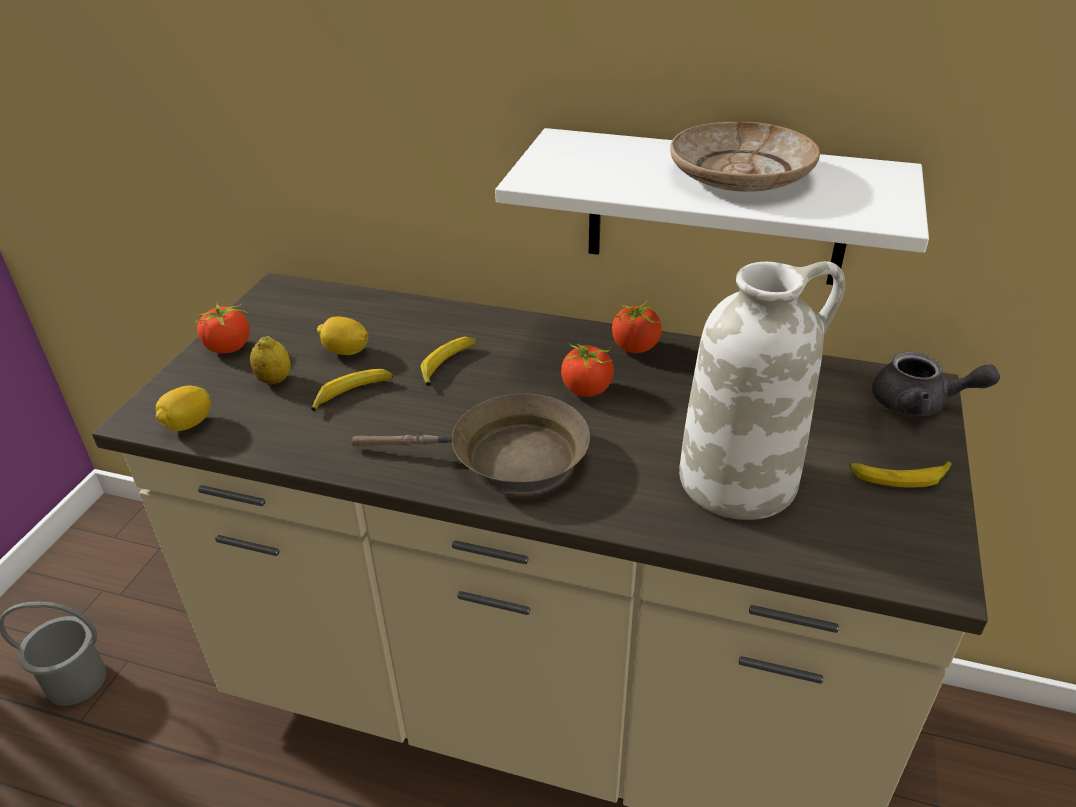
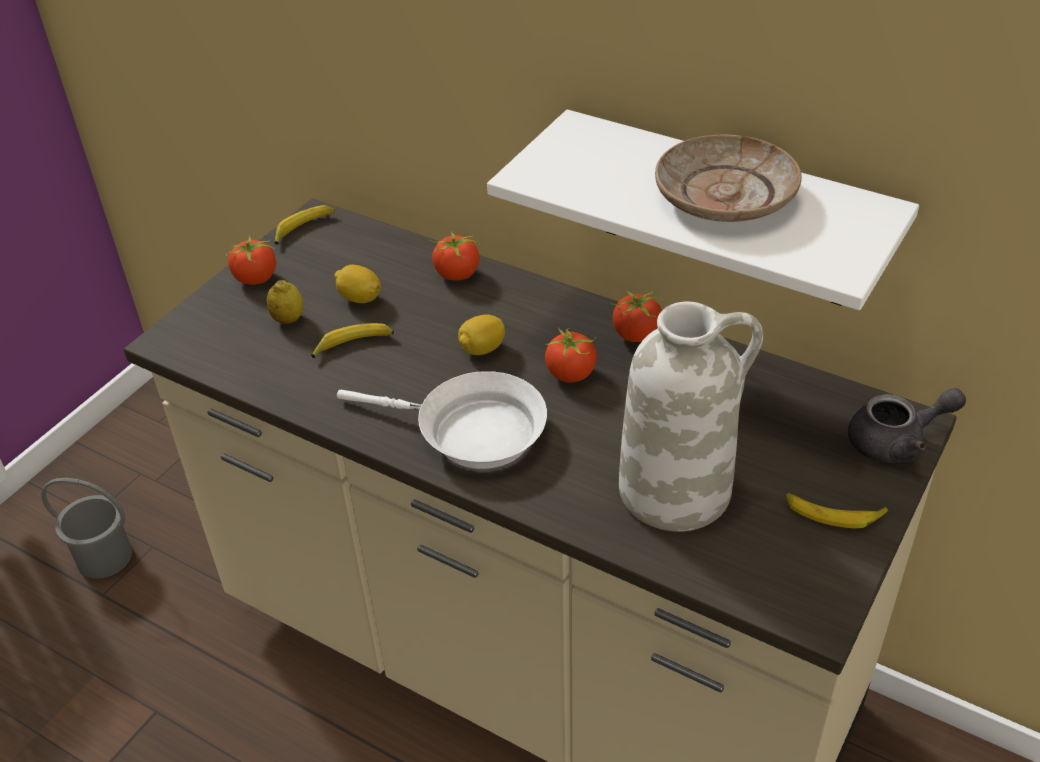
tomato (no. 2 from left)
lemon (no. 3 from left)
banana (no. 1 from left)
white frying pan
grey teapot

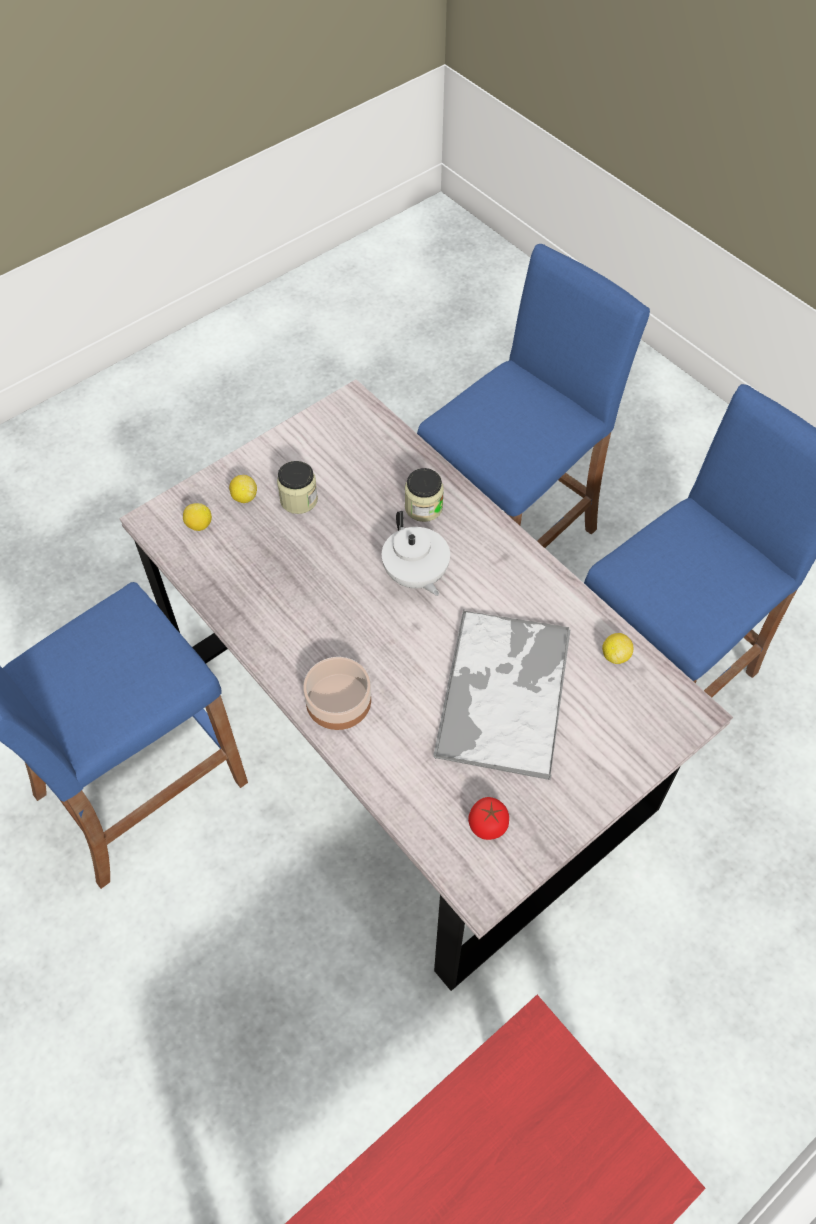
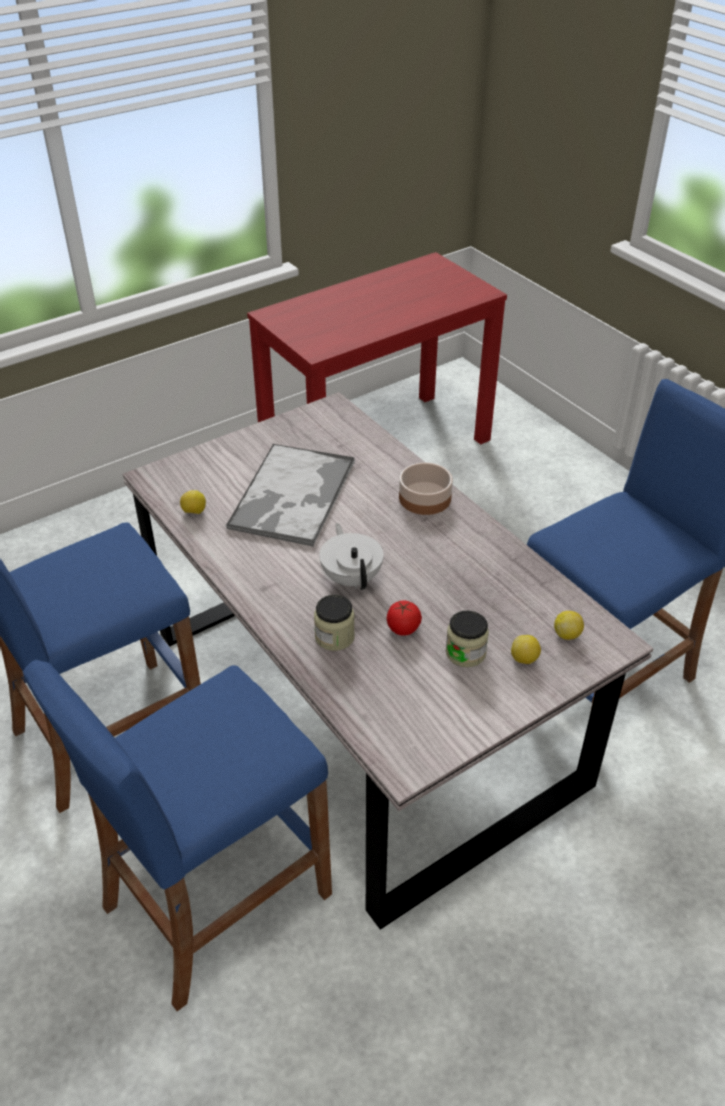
tomato

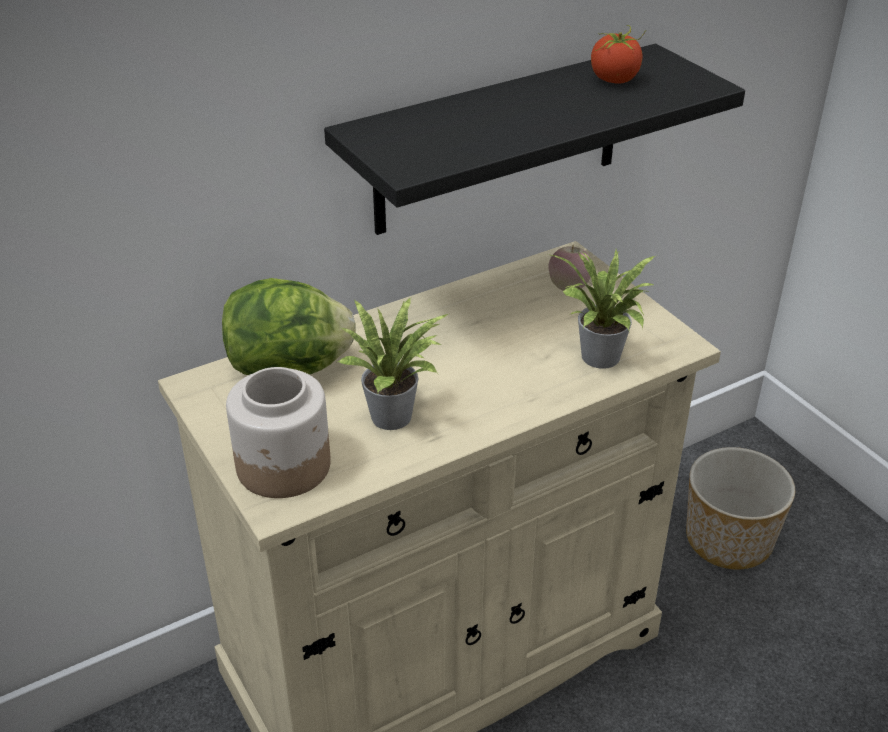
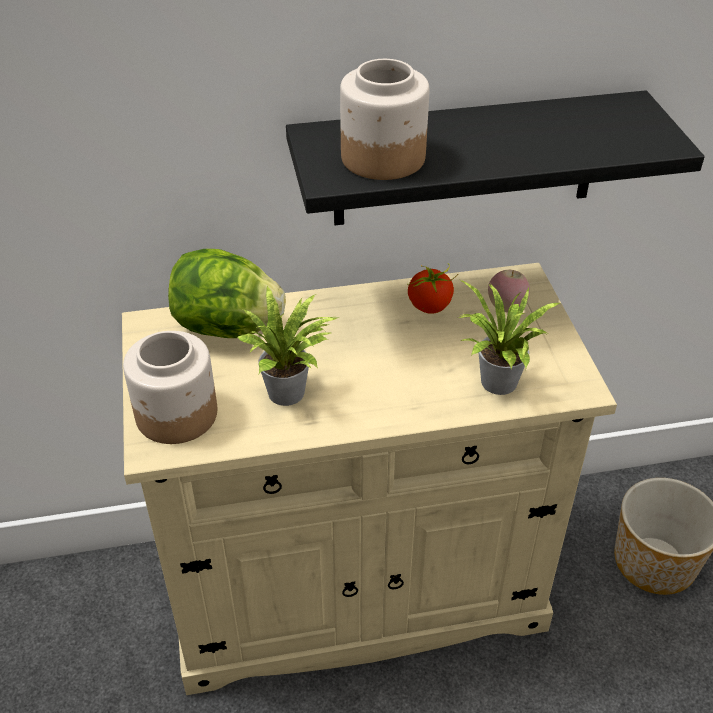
jar (no. 2 from left)
tomato

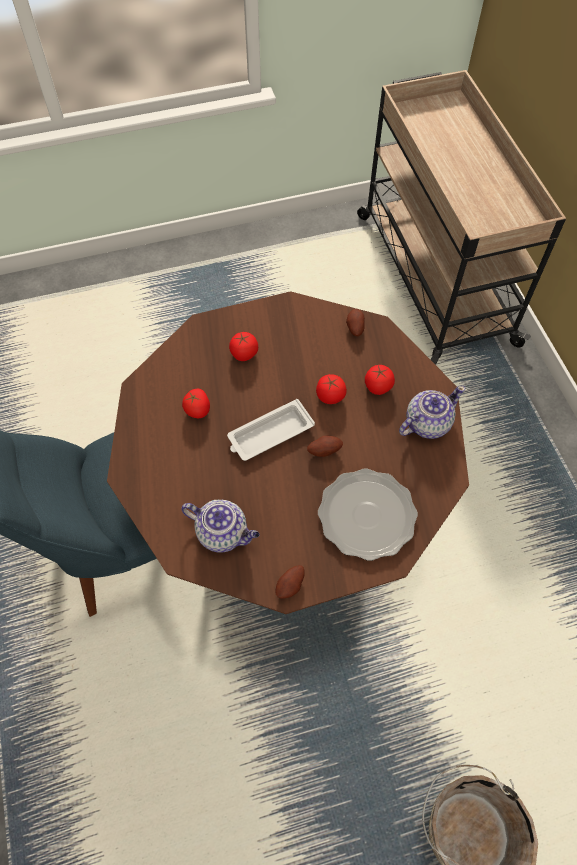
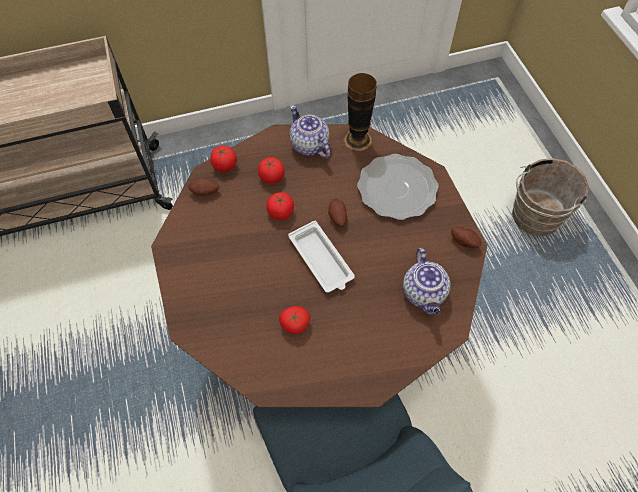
vase
tomato (no. 1 from left)
teapot (no. 2 from left)

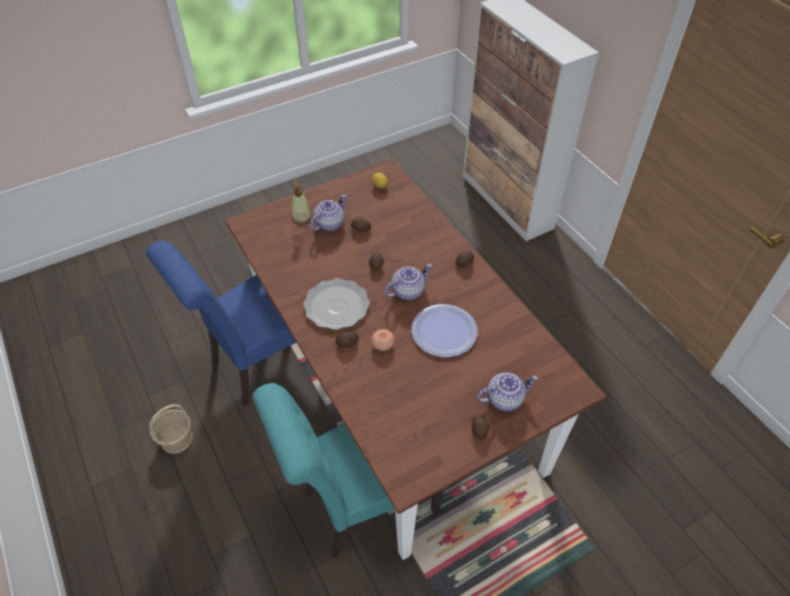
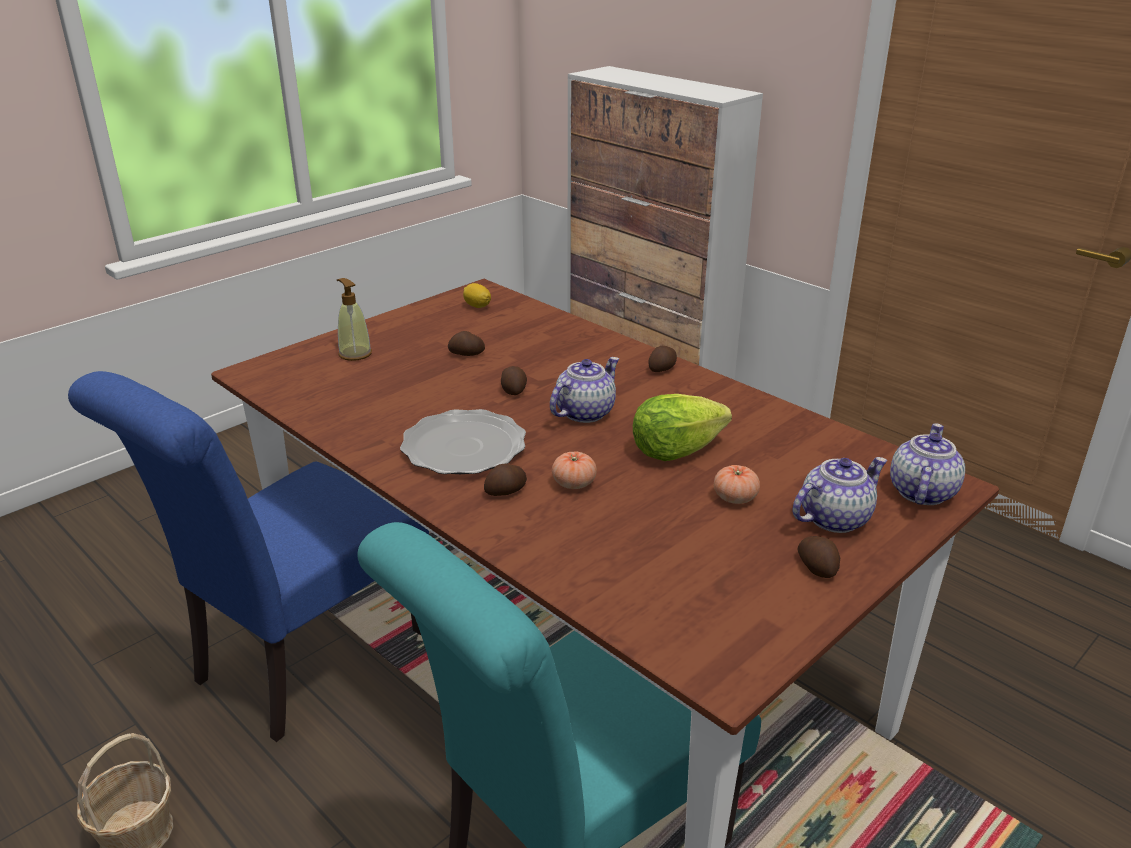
tomato (no. 2 from left)
teapot (no. 3 from left)
lettuce

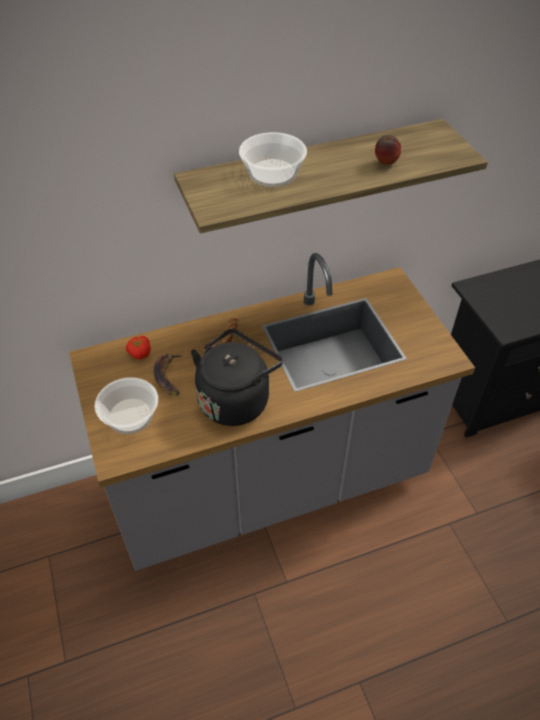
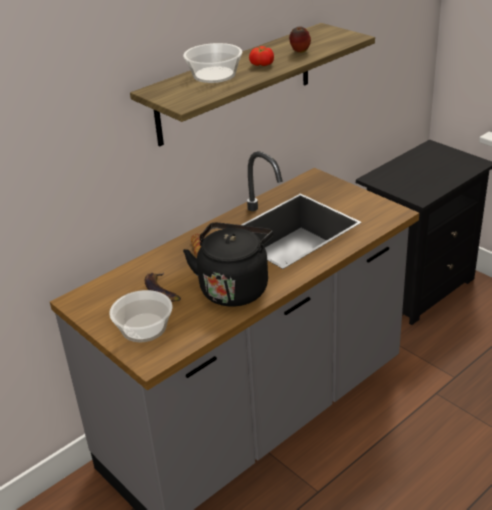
tomato

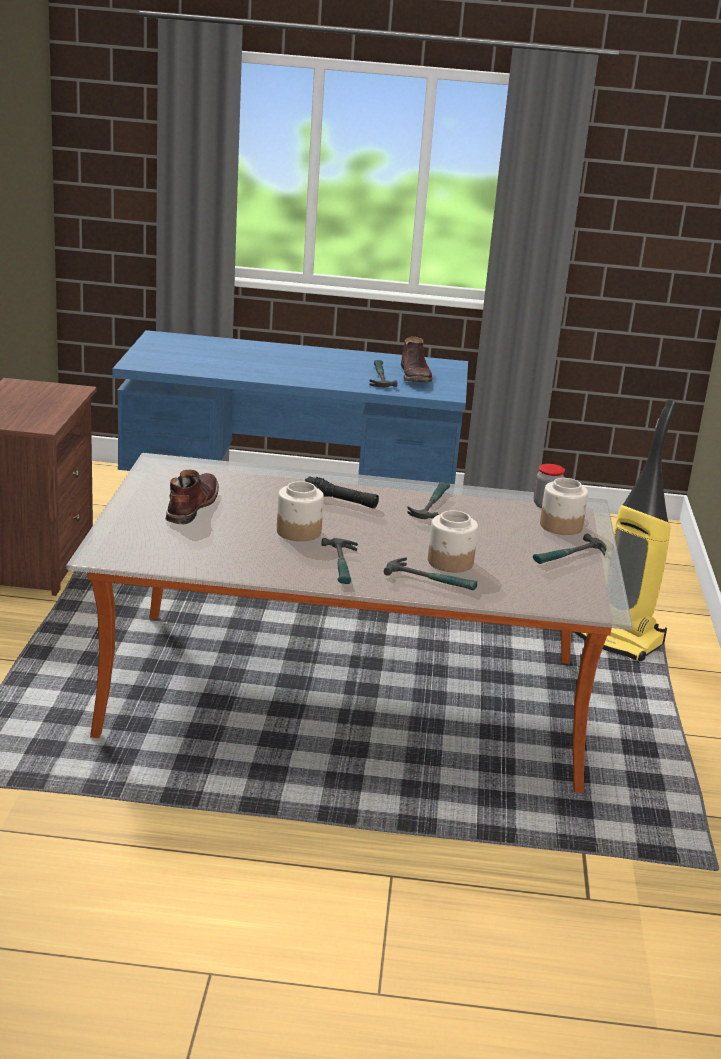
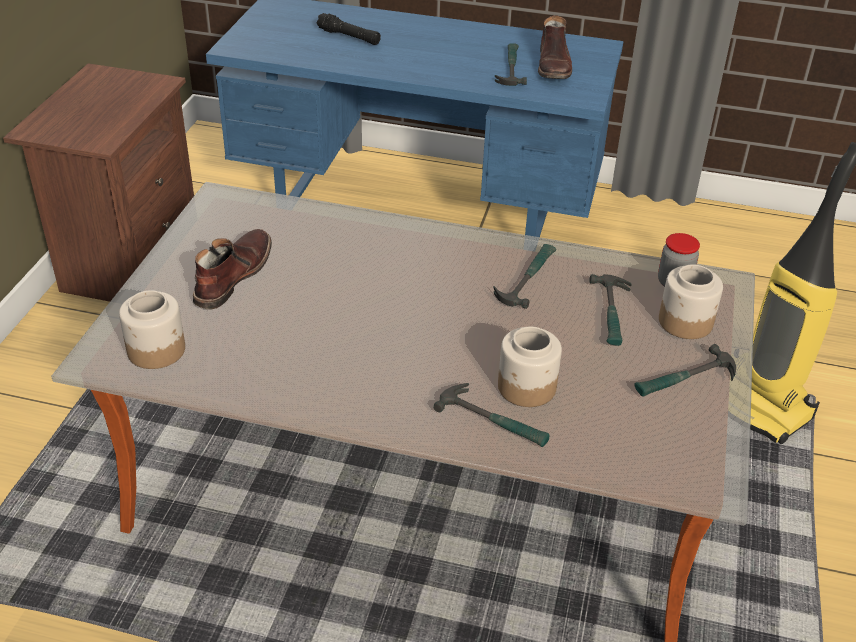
jar (no. 1 from left)
black flashlight
hammer (no. 4 from left)

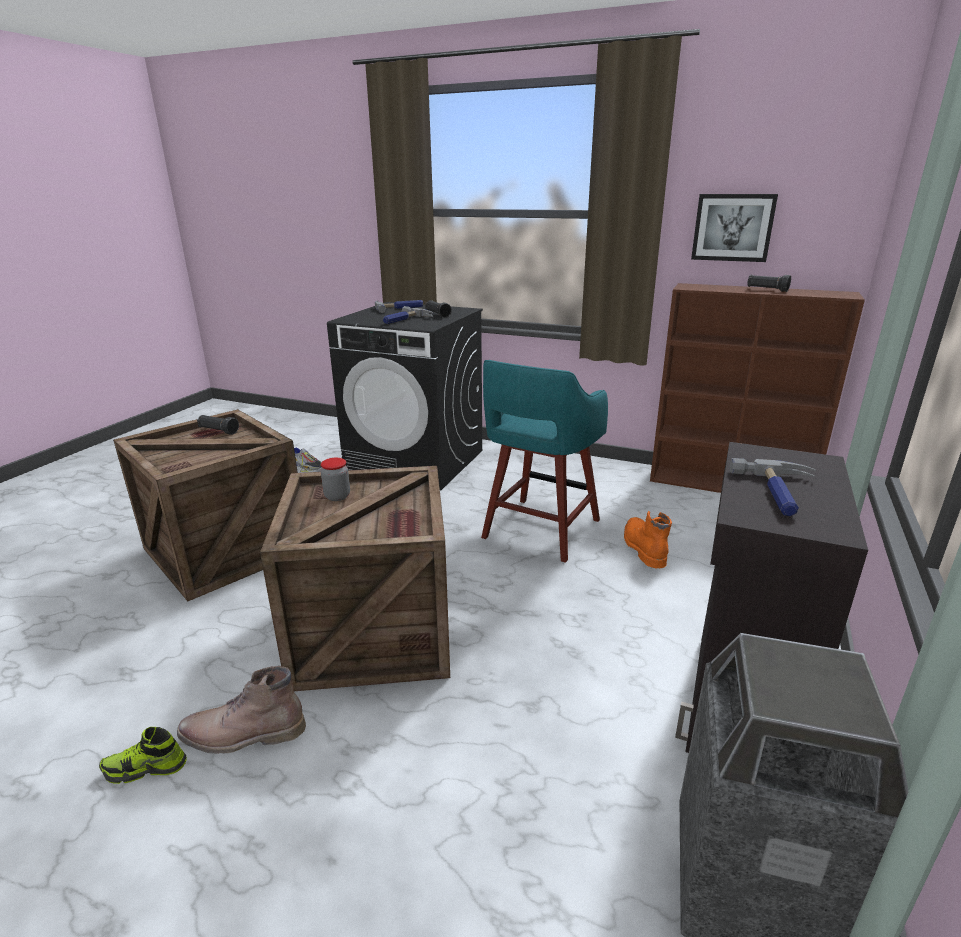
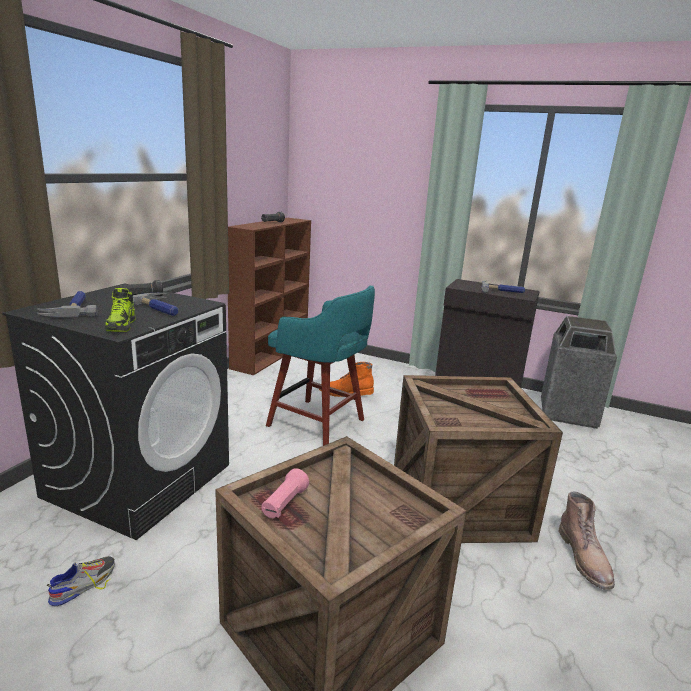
jar
picture
shoe (no. 2 from left)
pink flashlight

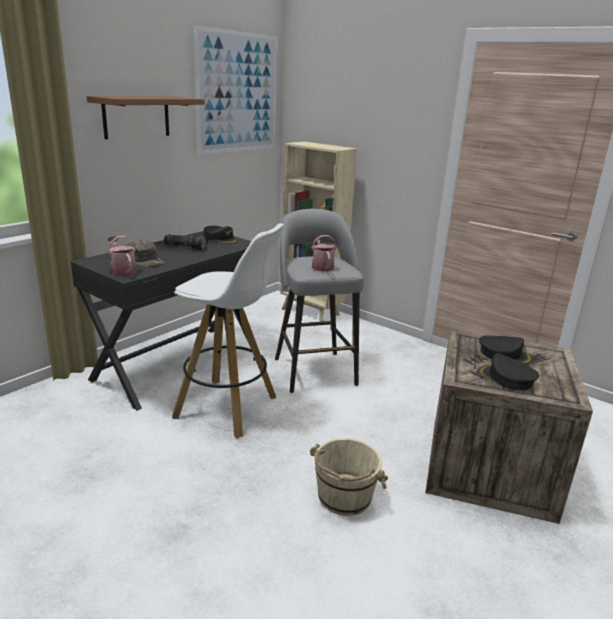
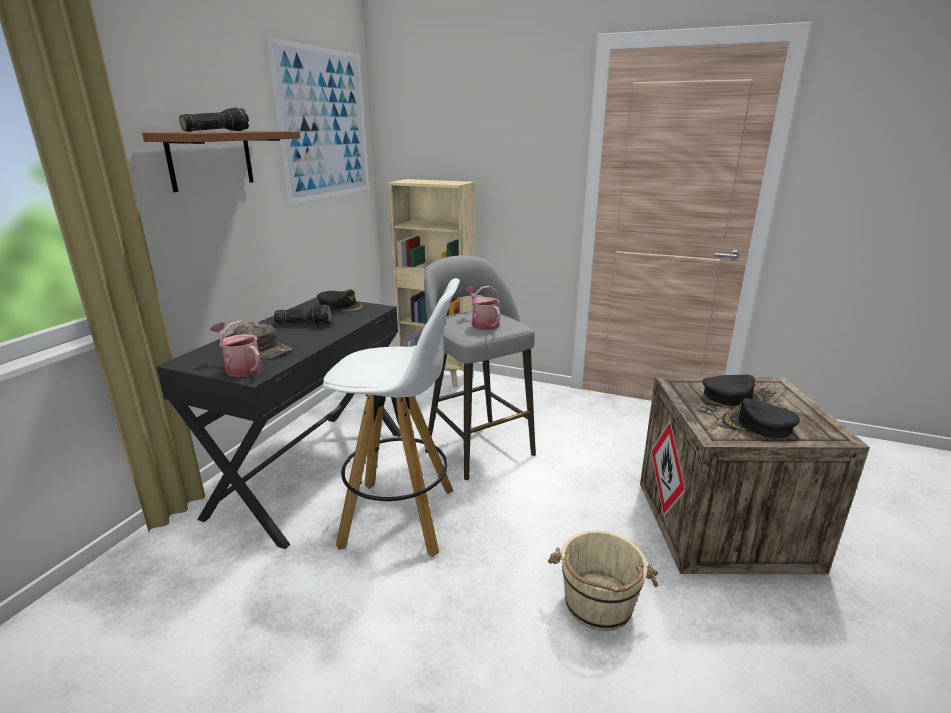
flashlight (no. 1 from left)

